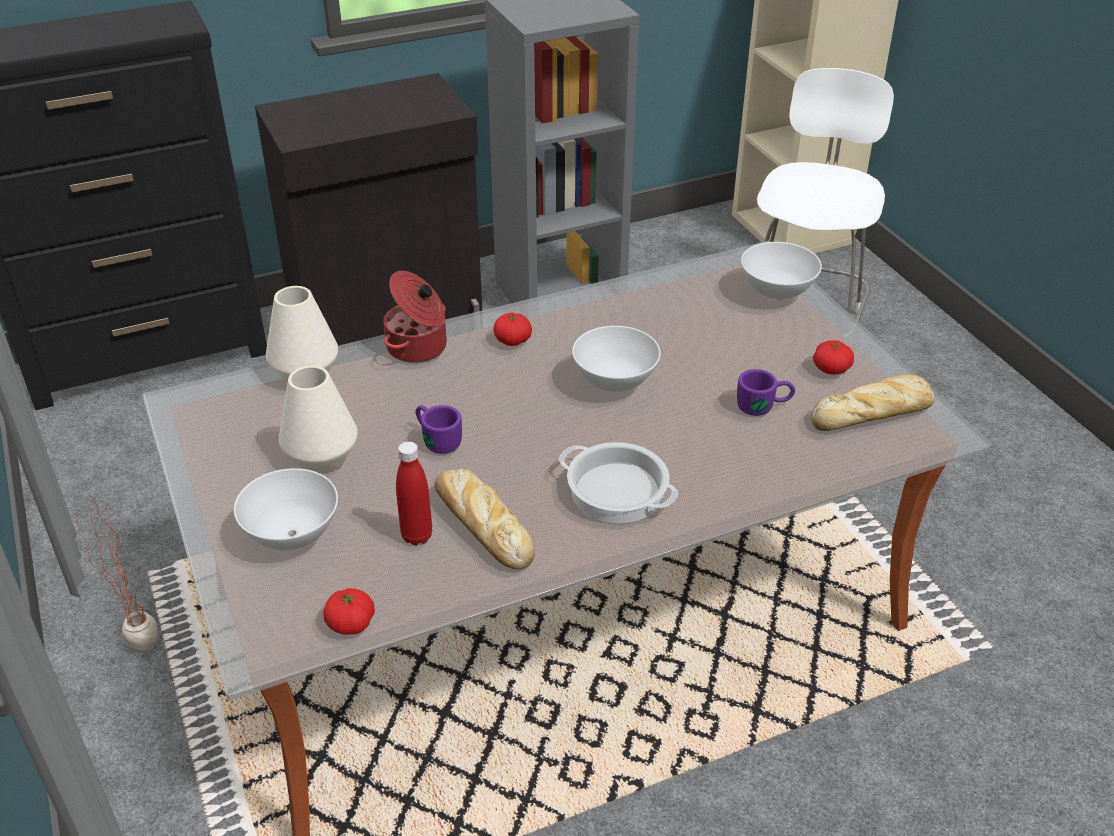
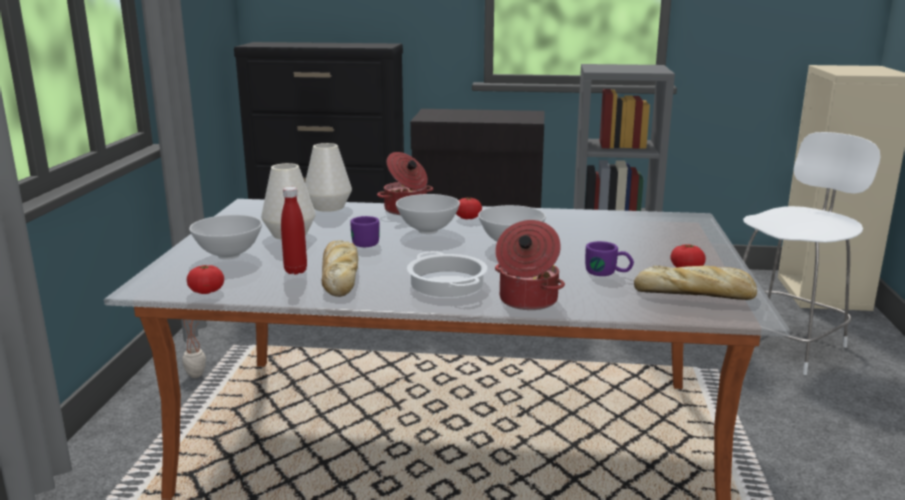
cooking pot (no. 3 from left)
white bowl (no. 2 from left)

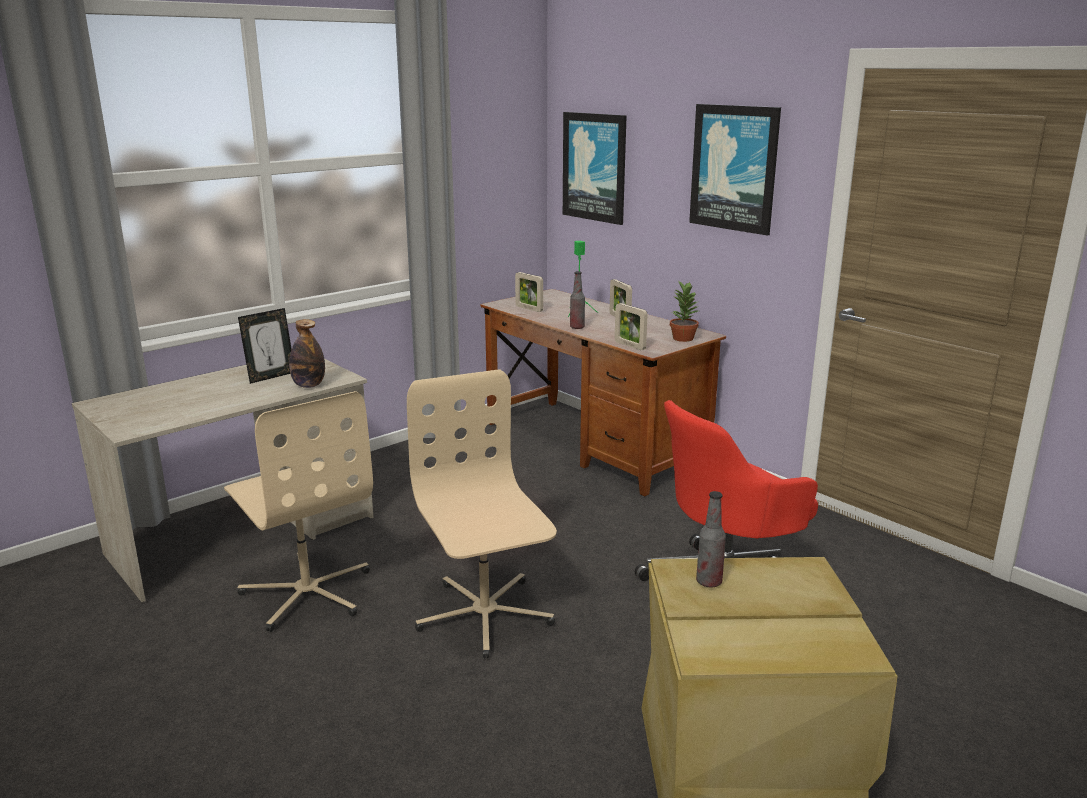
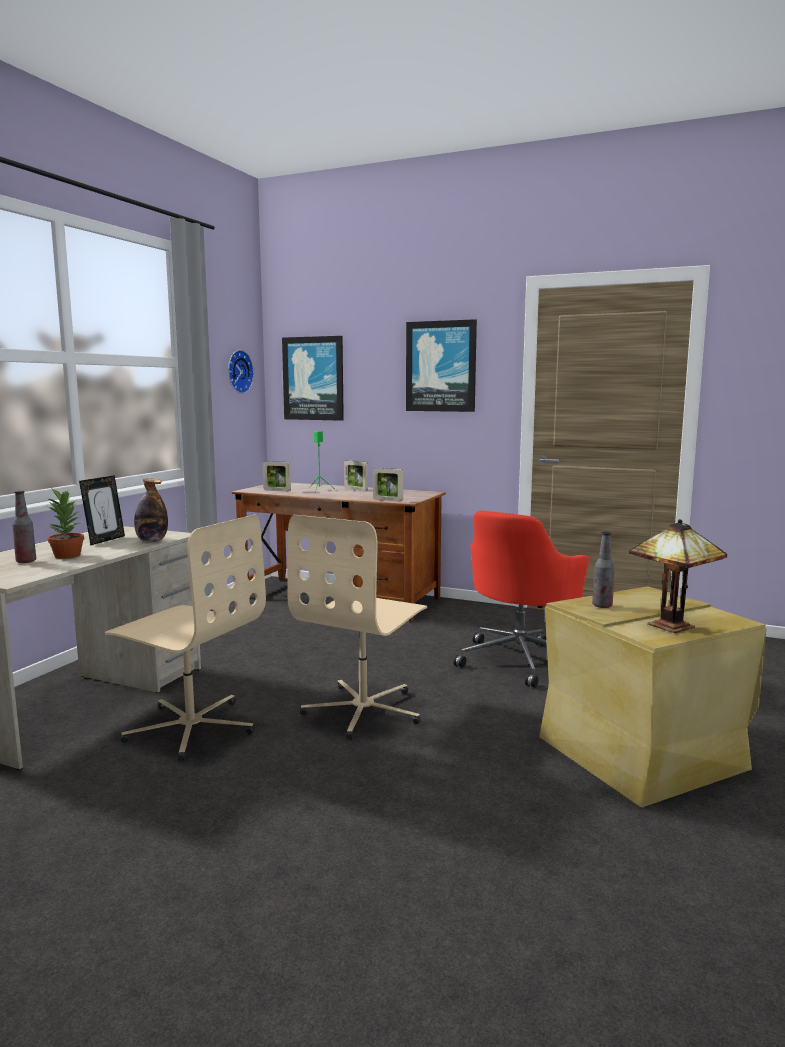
wall clock
table lamp
bottle (no. 1 from left)
potted plant
beige office chair (no. 2 from left)

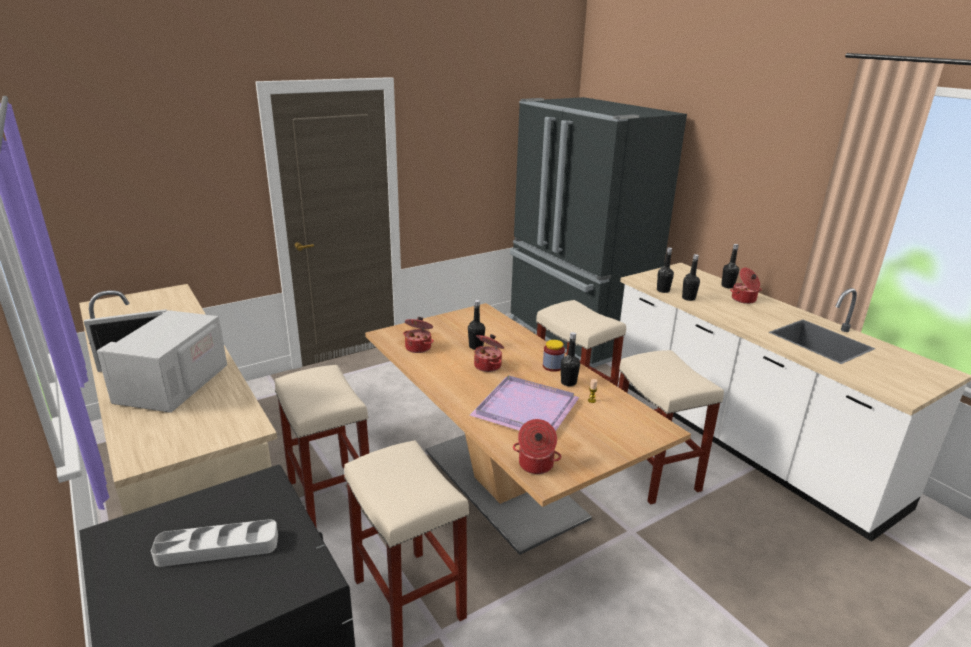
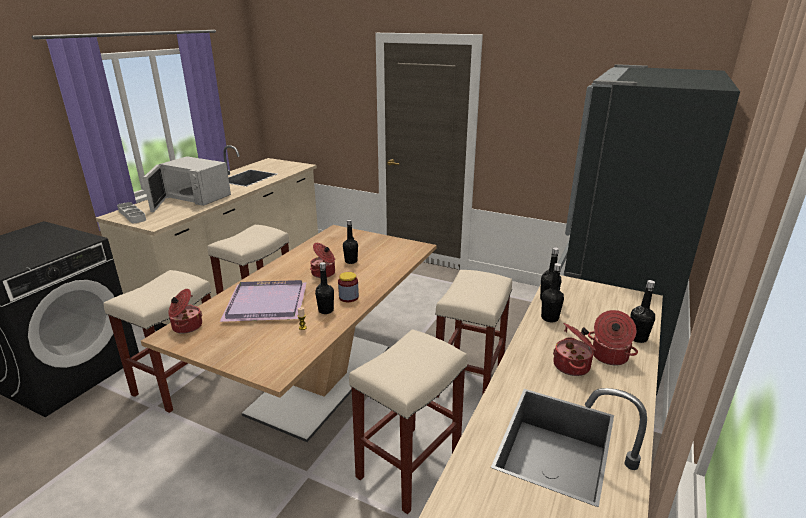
grey tray
cooking pot (no. 3 from left)
white microwave

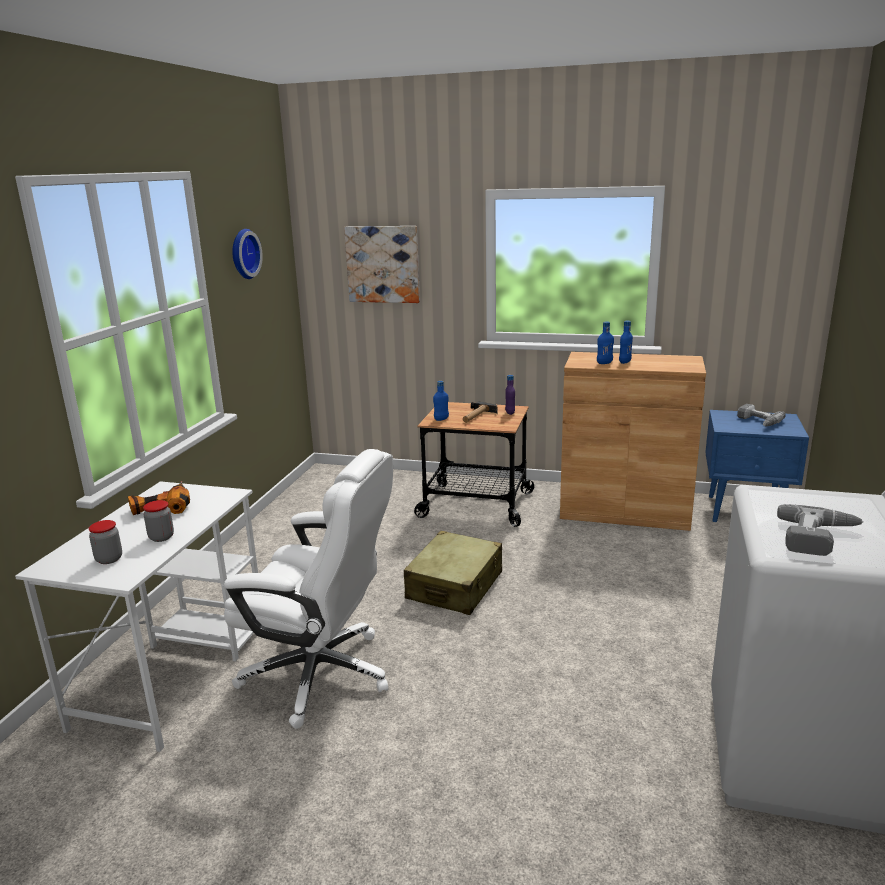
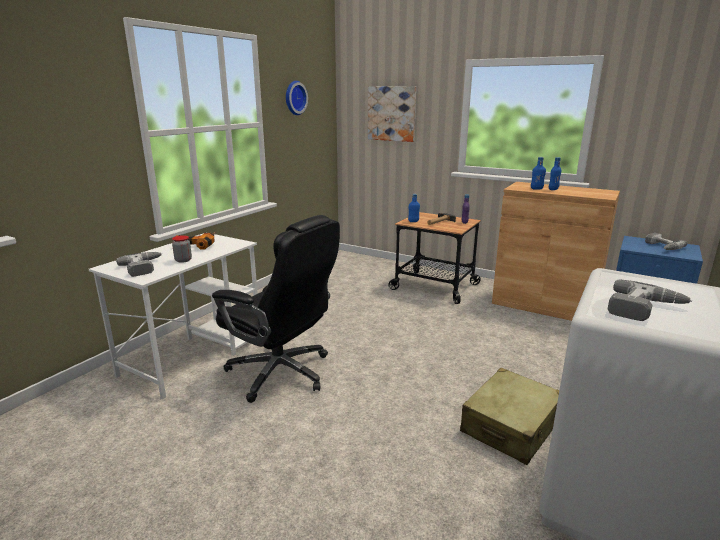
beige suitcase
power drill (no. 1 from left)
black office chair

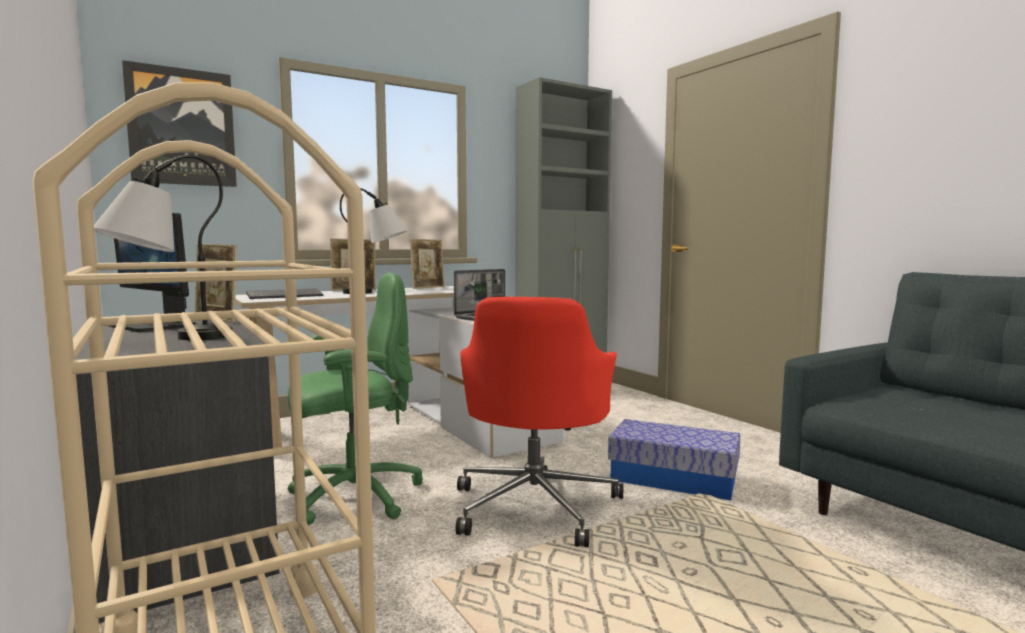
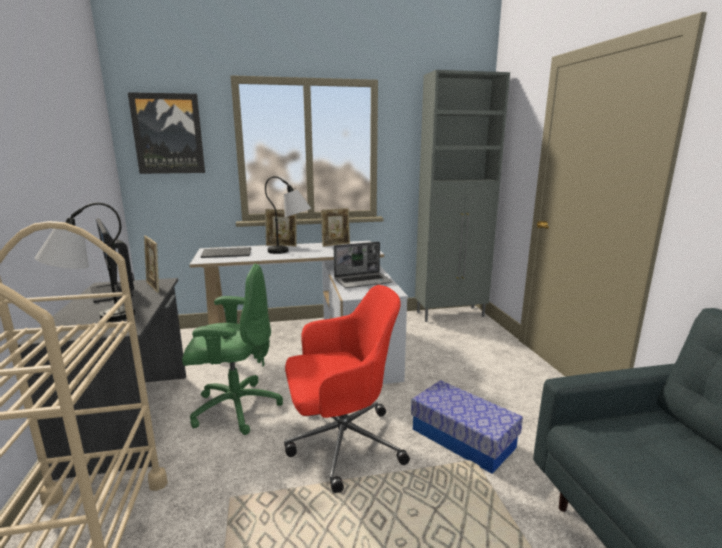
red office chair

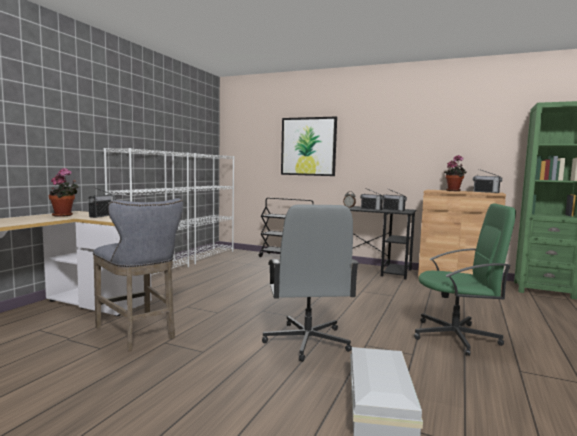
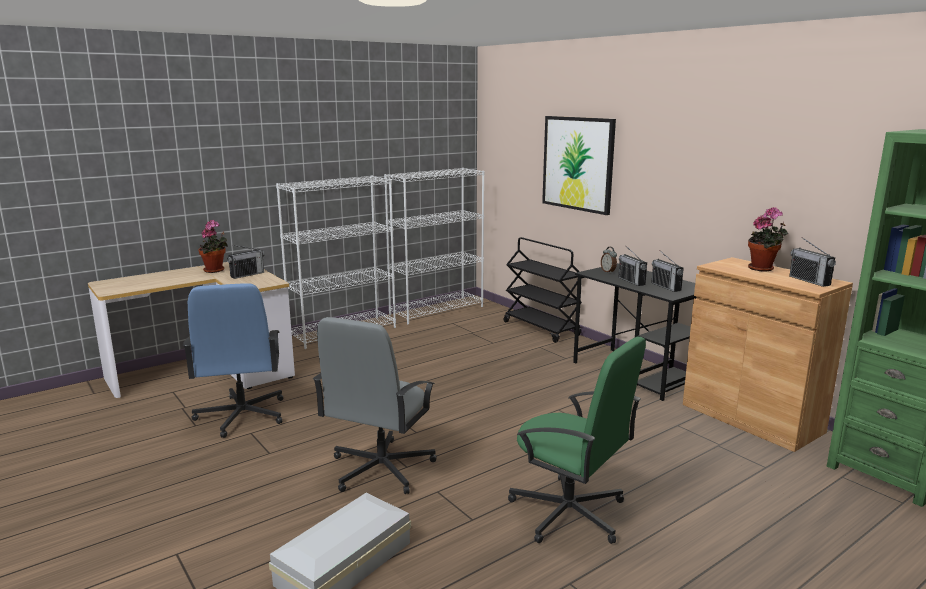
blue office chair

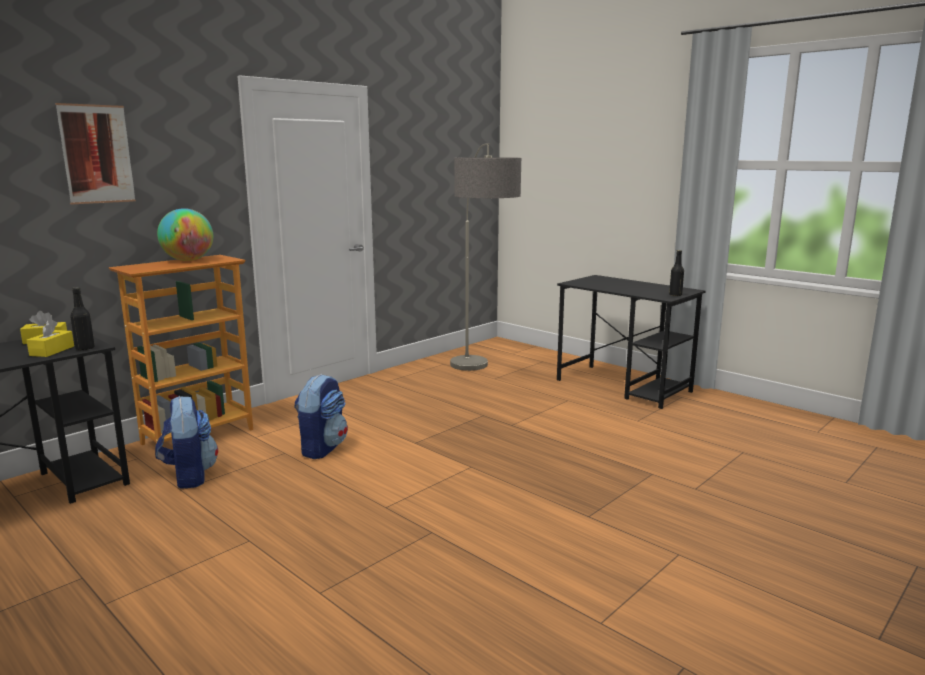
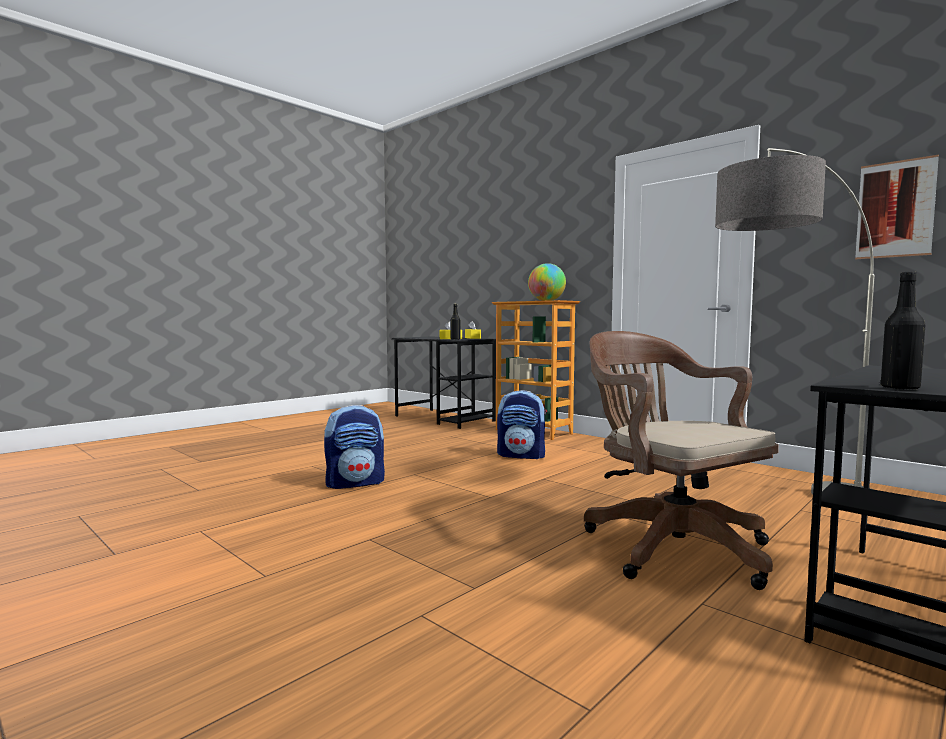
brown office chair
picture
backpack (no. 1 from left)

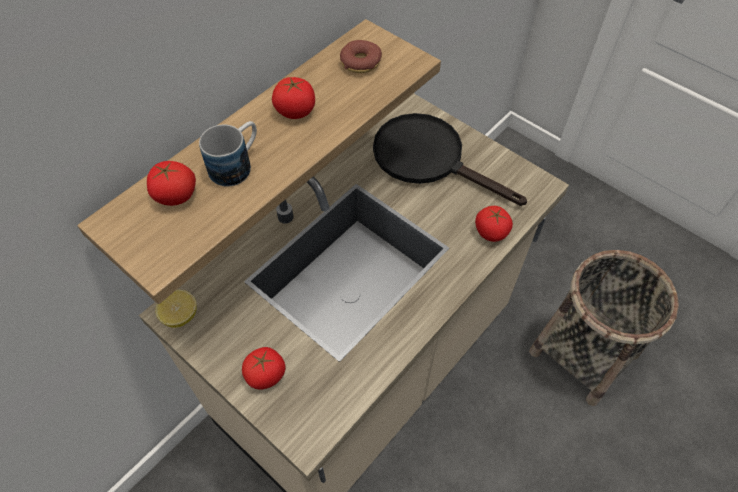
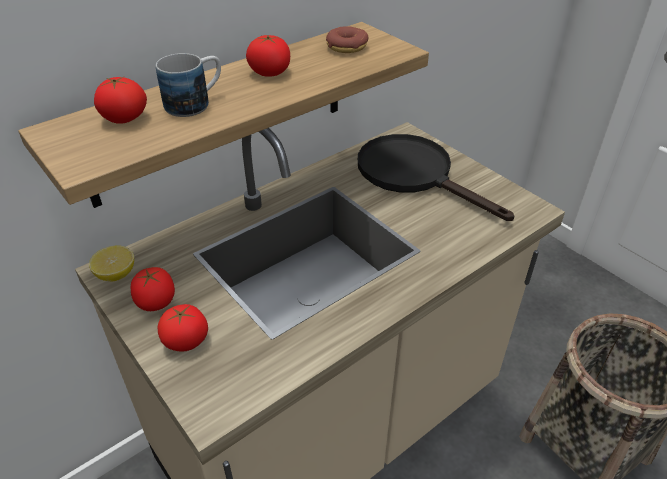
tomato (no. 2 from left)

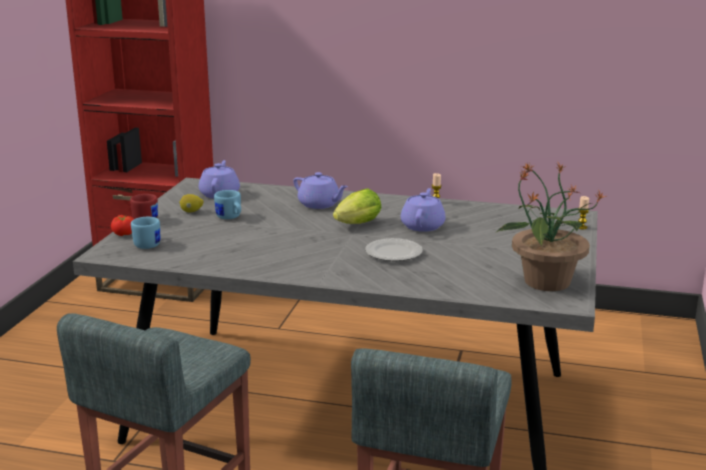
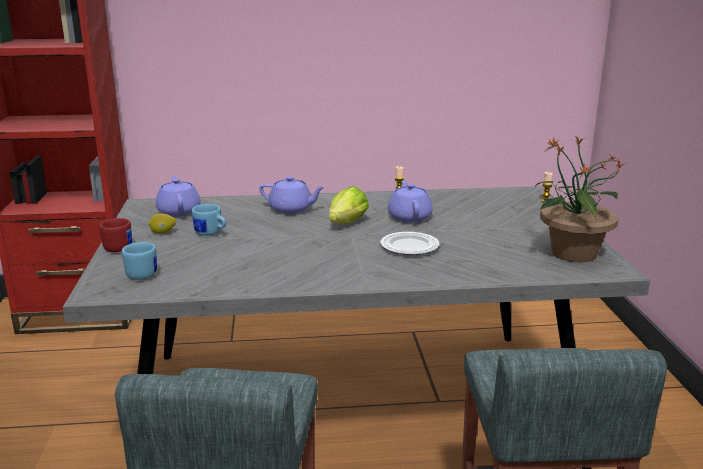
tomato

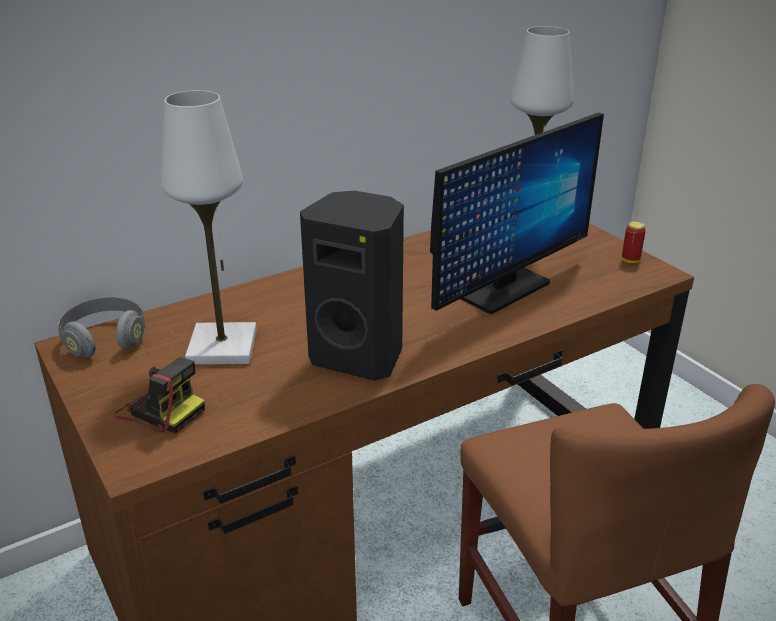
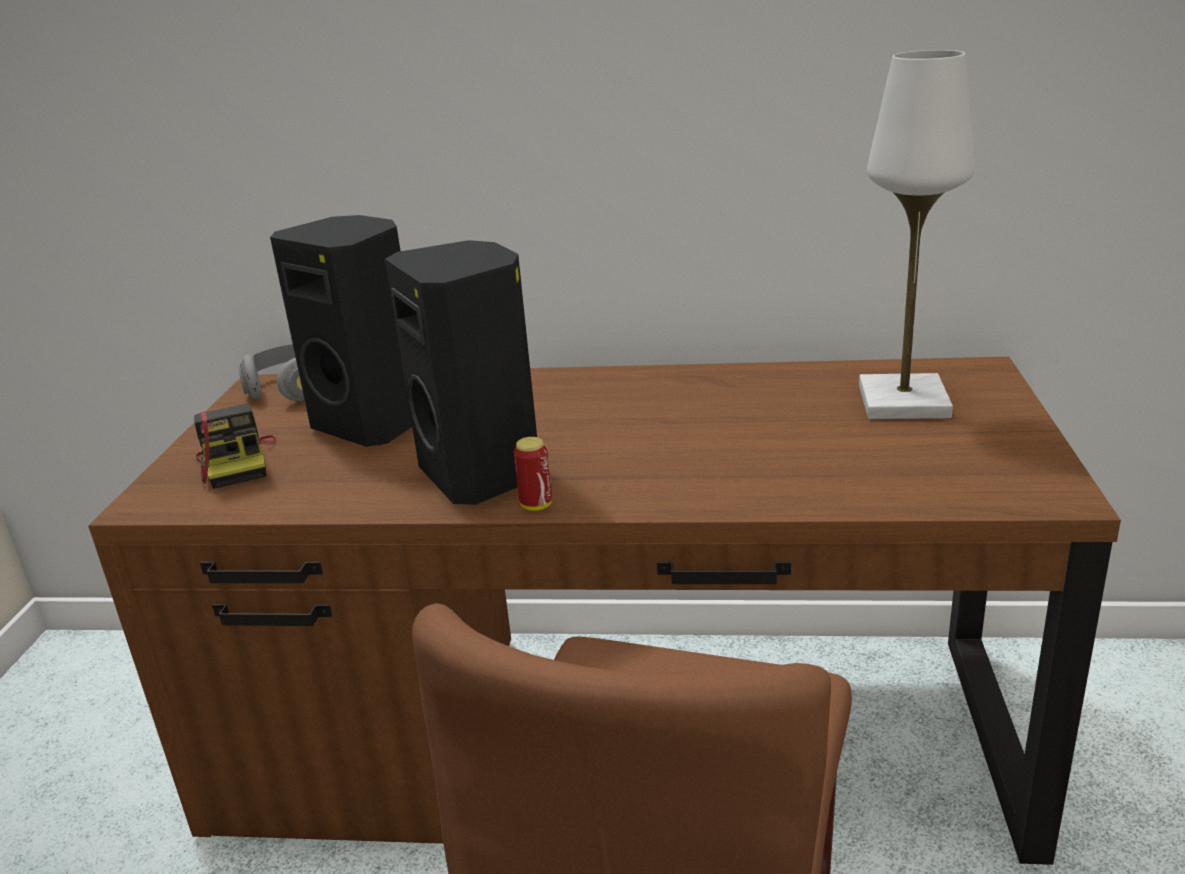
monitor
can
black speaker (no. 1 from left)

